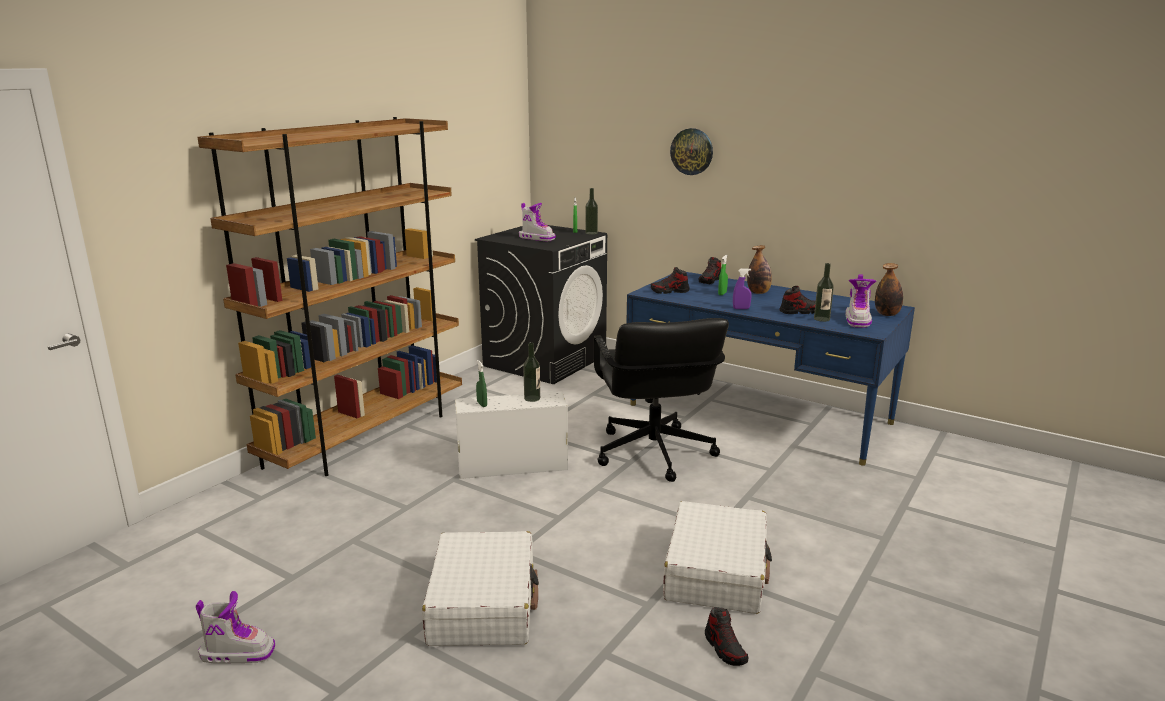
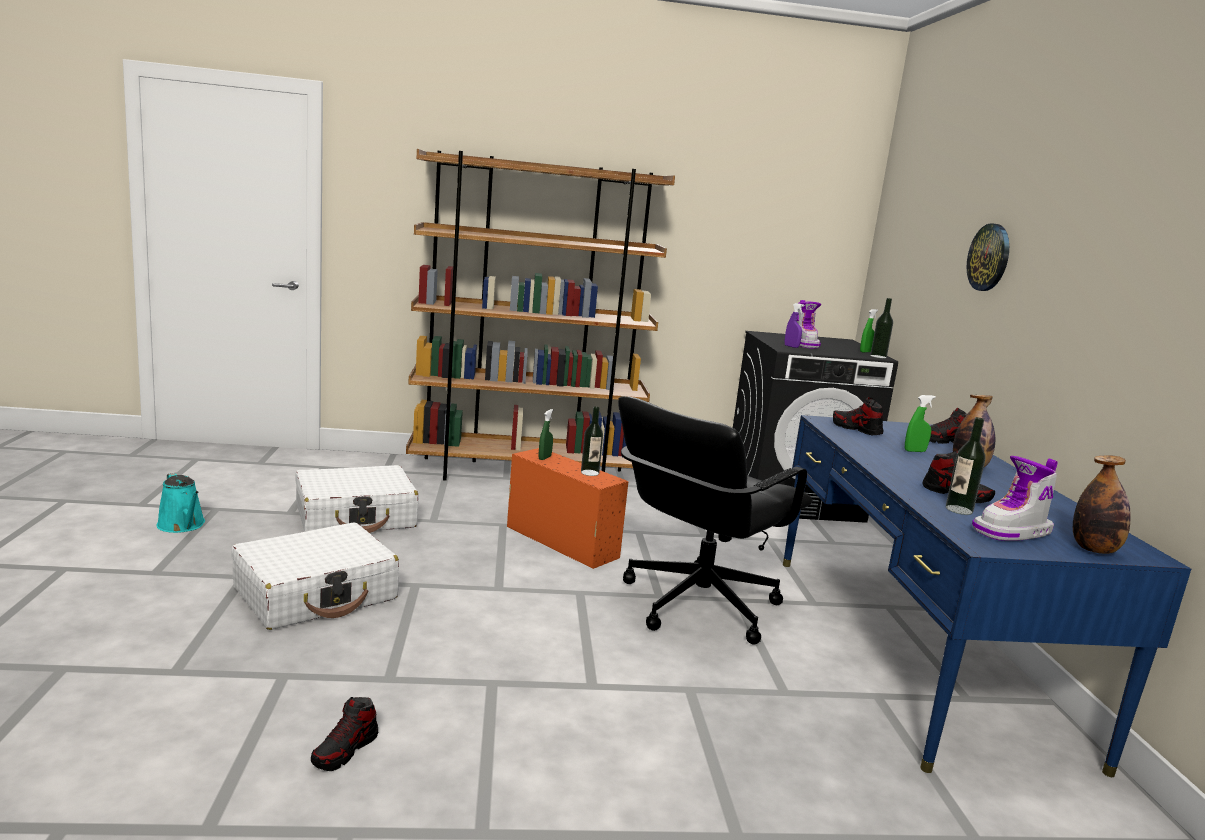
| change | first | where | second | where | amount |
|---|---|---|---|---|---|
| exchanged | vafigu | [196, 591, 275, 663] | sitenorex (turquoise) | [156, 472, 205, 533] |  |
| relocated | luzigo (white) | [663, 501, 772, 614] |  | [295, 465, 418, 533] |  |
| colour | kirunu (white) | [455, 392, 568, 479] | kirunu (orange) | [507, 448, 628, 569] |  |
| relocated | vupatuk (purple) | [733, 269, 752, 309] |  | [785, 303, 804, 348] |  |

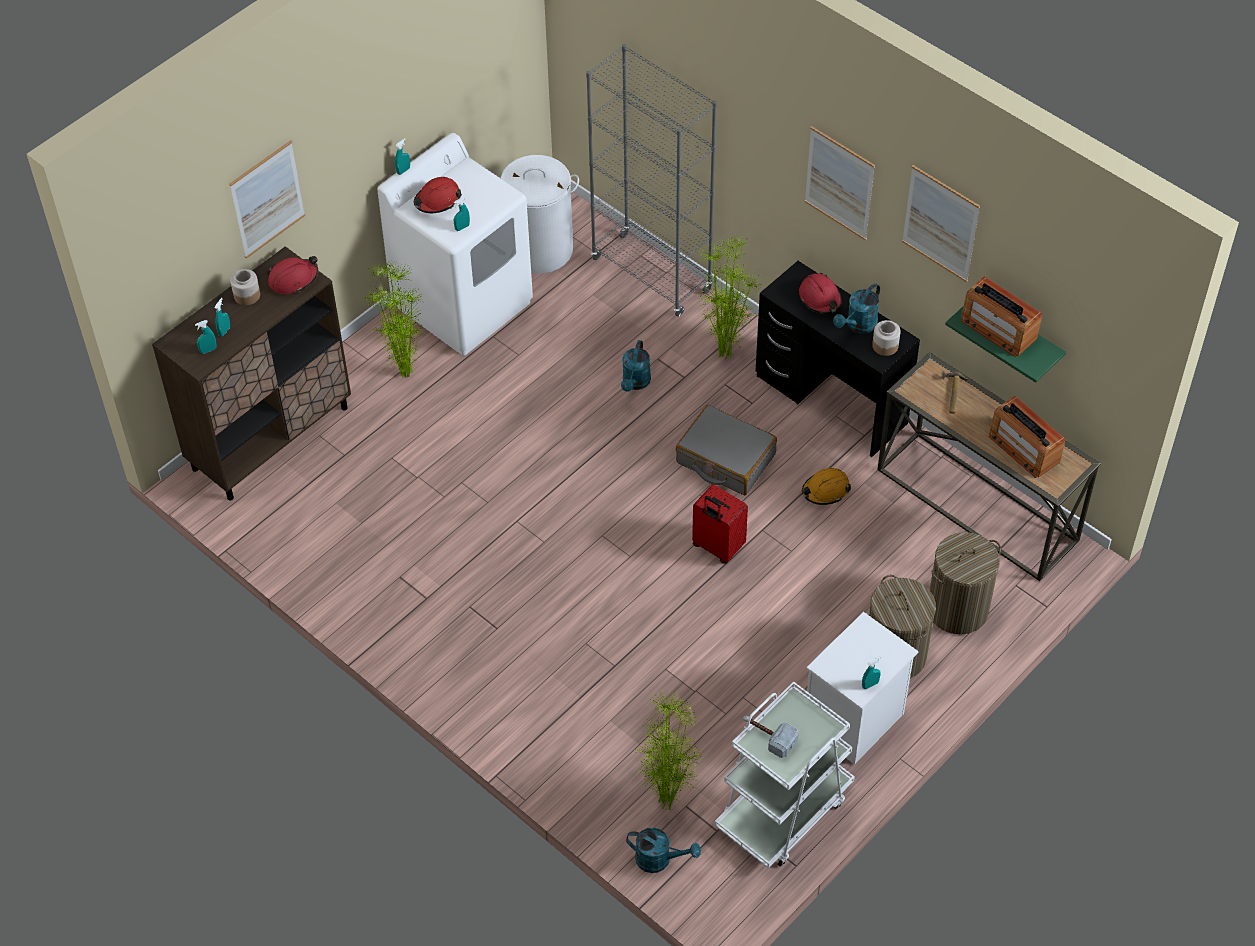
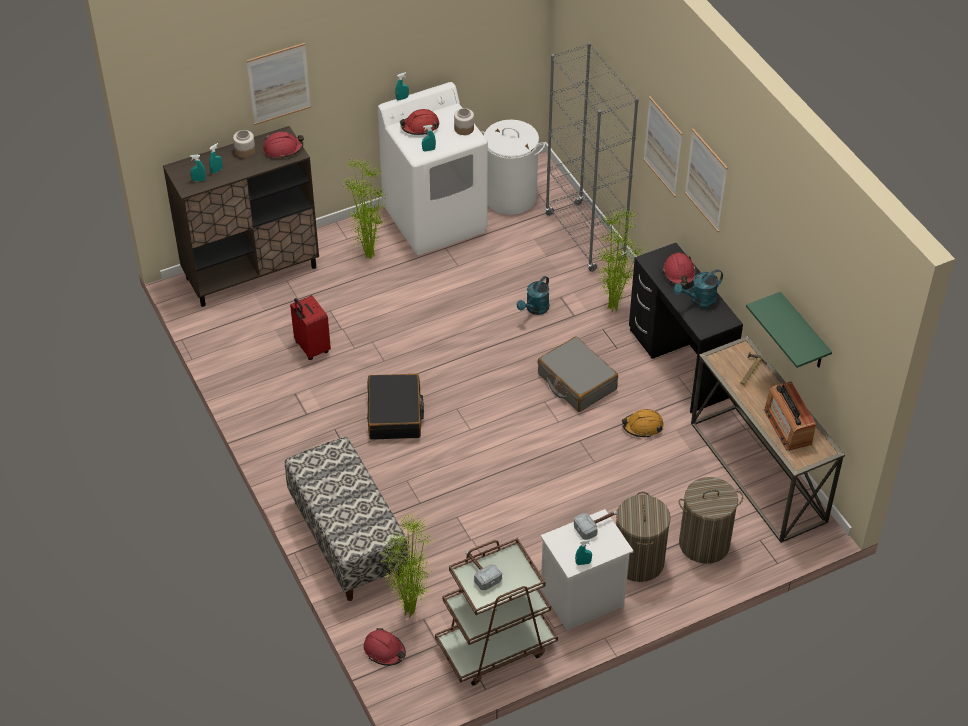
| change | first | where | second | where | amount |
|---|---|---|---|---|---|
| appeared |  |  | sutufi | [285, 437, 409, 601] |  |
| relocated | luzigo (red) | [692, 484, 748, 564] |  | [290, 295, 331, 360] |  |
| exchanged | sitenorex (turquoise) | [626, 827, 701, 873] | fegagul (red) | [363, 628, 406, 666] |  |
| appeared |  |  | luzigo (black) | [367, 373, 424, 440] |  |
| colour | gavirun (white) | [715, 681, 855, 868] | gavirun (brown) | [435, 538, 558, 686] |  |
| relocated | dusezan | [872, 320, 900, 356] |  | [454, 108, 474, 135] |  |
| appeared |  |  | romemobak | [574, 510, 618, 540] |  |
| relocated | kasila | [902, 165, 980, 283] |  | [643, 96, 683, 197] |  |
| missing | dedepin | [961, 276, 1042, 357] |  |  |  |

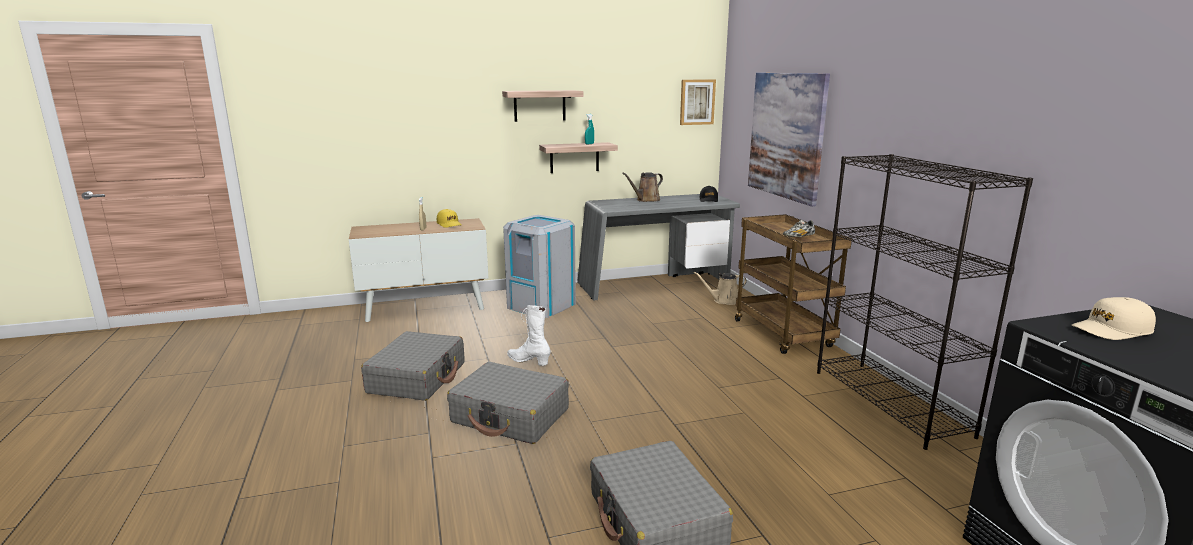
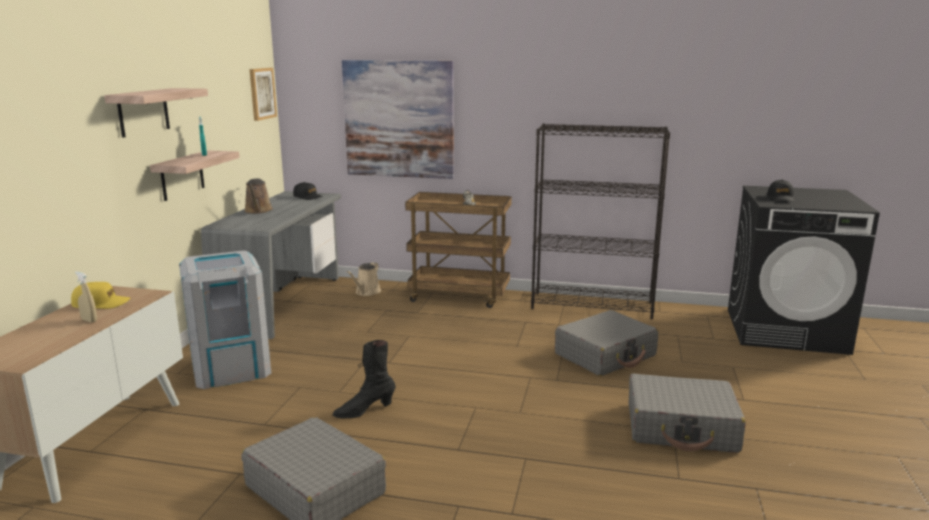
| change | first | where | second | where | amount |
|---|---|---|---|---|---|
| colour | vafigu (white) | [507, 305, 551, 366] | vafigu (black) | [333, 340, 396, 419] |  |
| relocated | luzigo (grey) | [447, 362, 569, 444] |  | [555, 310, 658, 376] |  |
| colour | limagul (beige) | [1072, 297, 1156, 340] | limagul (black) | [767, 180, 794, 202] |  |

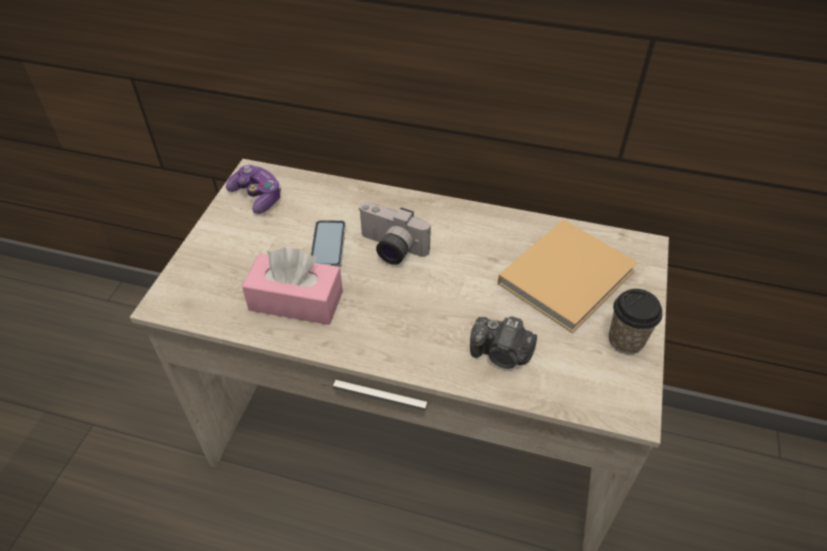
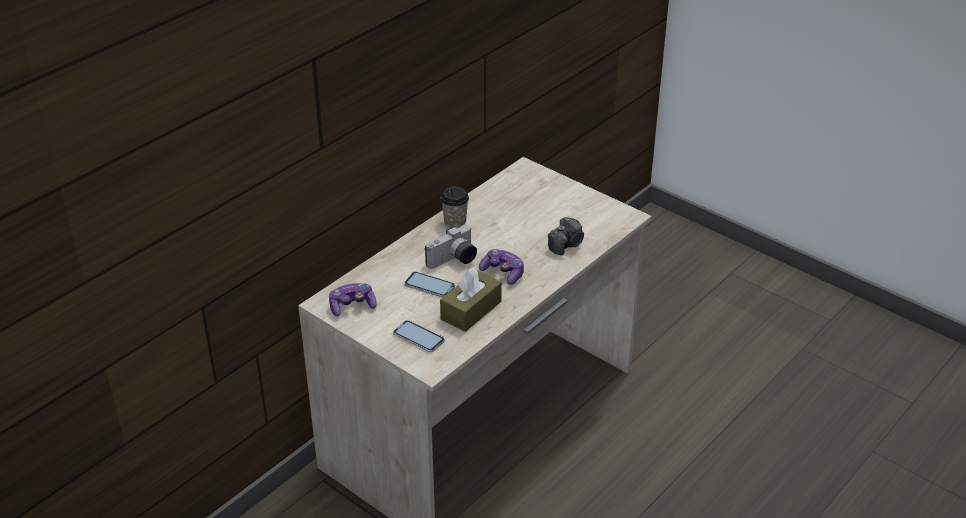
| change | first | where | second | where | amount |
|---|---|---|---|---|---|
| appeared |  |  | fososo | [393, 320, 445, 352] |  |
| colour | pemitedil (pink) | [242, 248, 343, 325] | pemitedil (brown) | [440, 268, 502, 332] |  |
| relocated | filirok | [609, 289, 662, 354] |  | [441, 187, 469, 228] |  |
| appeared |  |  | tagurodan | [479, 249, 524, 285] |  |
| missing | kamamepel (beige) | [498, 219, 638, 333] |  |  |  |

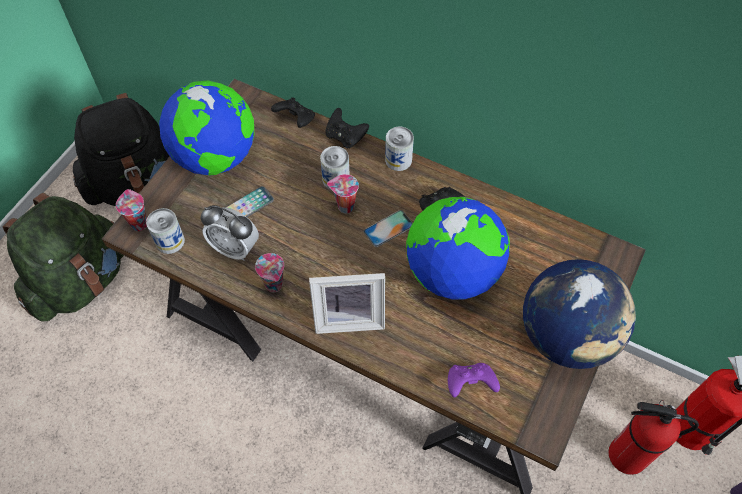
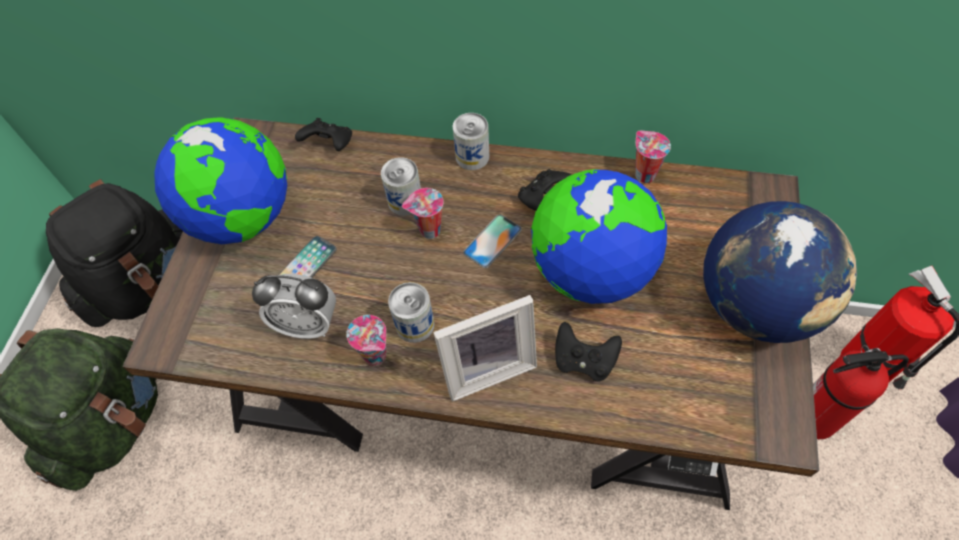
| change | first | where | second | where | amount |
|---|---|---|---|---|---|
| relocated | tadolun | [146, 208, 185, 254] |  | [388, 282, 435, 343] |  |
| relocated | tagurodan (black) | [325, 108, 369, 149] |  | [555, 322, 622, 382] |  |
| relocated | filirok | [116, 189, 147, 231] |  | [635, 131, 671, 183] |  |
| missing | tagurodan (purple) | [448, 363, 500, 398] |  |  |  |

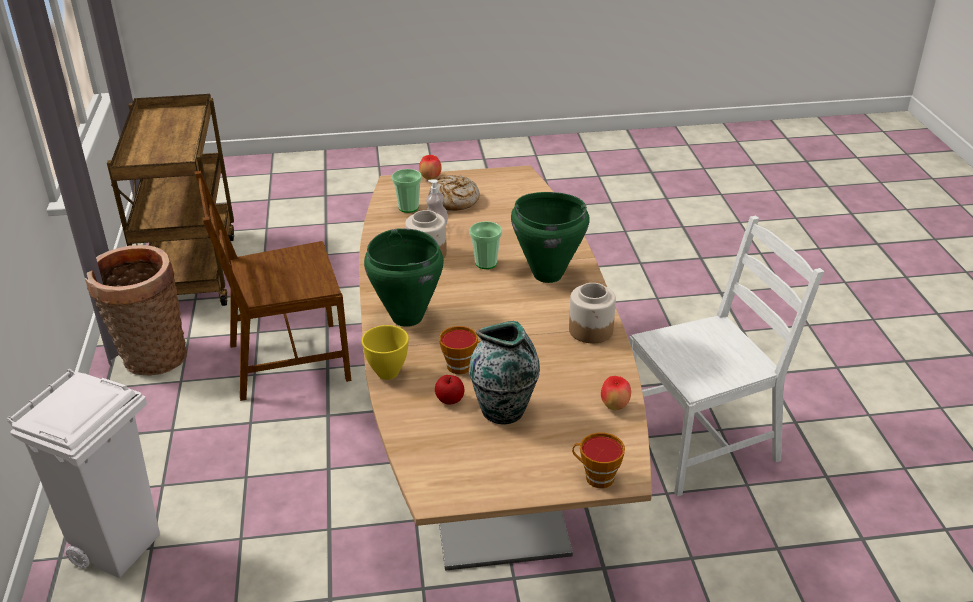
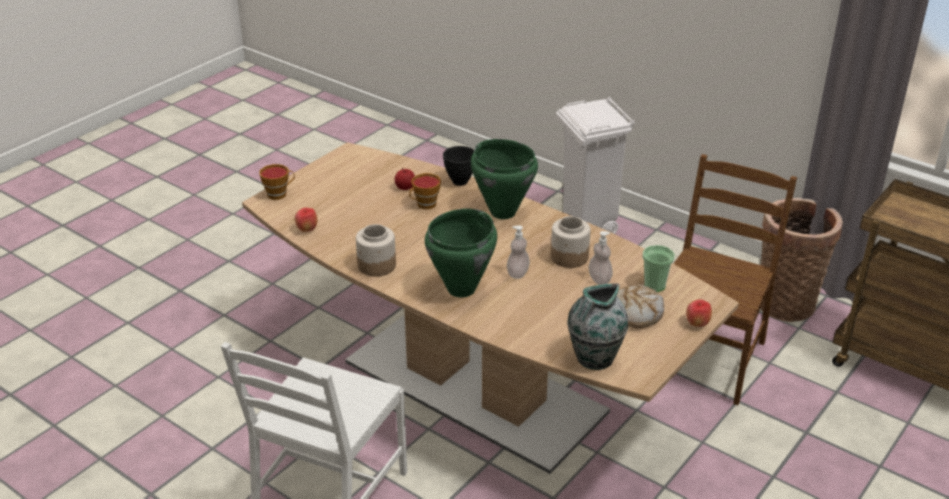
| change | first | where | second | where | amount |
|---|---|---|---|---|---|
| colour | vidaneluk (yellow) | [362, 325, 409, 380] | vidaneluk (black) | [443, 146, 474, 186] |  |
| exchanged | filirok | [469, 221, 502, 269] | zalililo | [507, 225, 530, 279] |  |
| relocated | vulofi | [469, 321, 540, 424] |  | [567, 283, 628, 370] |  |

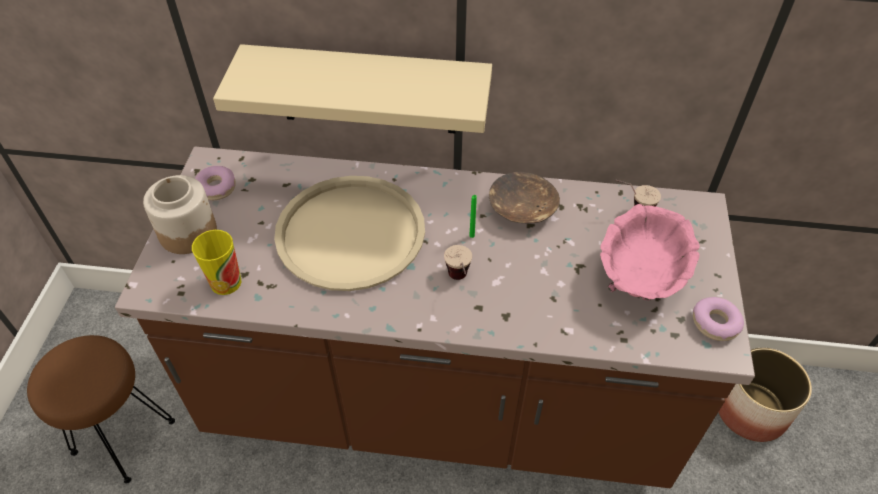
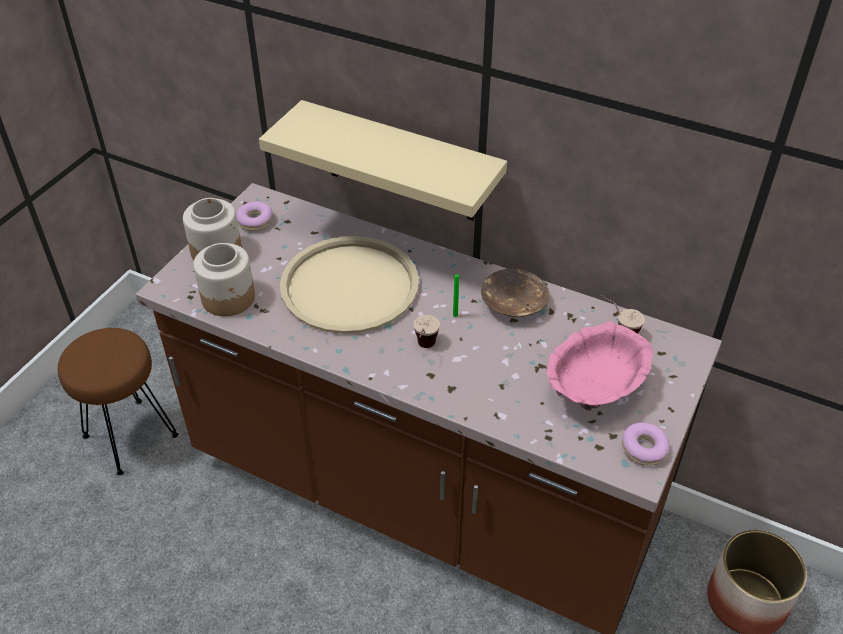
| change | first | where | second | where | amount |
|---|---|---|---|---|---|
| exchanged | filirok | [192, 230, 241, 295] | dusezan | [193, 243, 255, 316] |  |

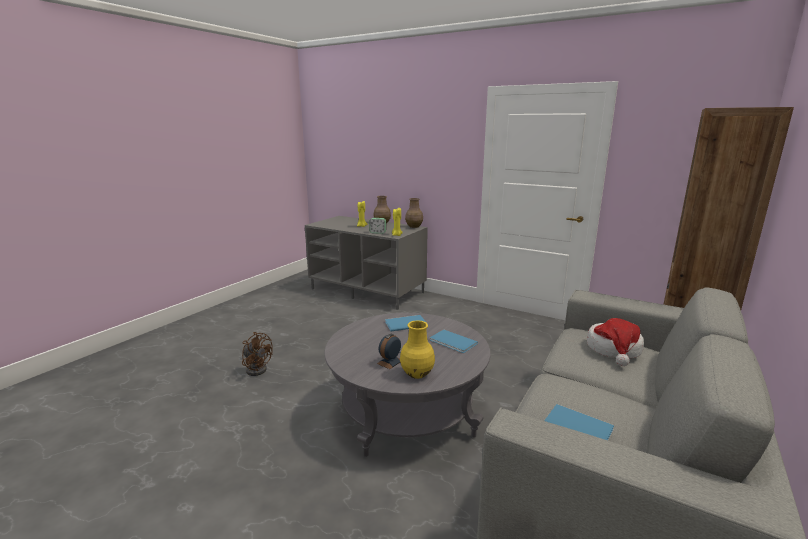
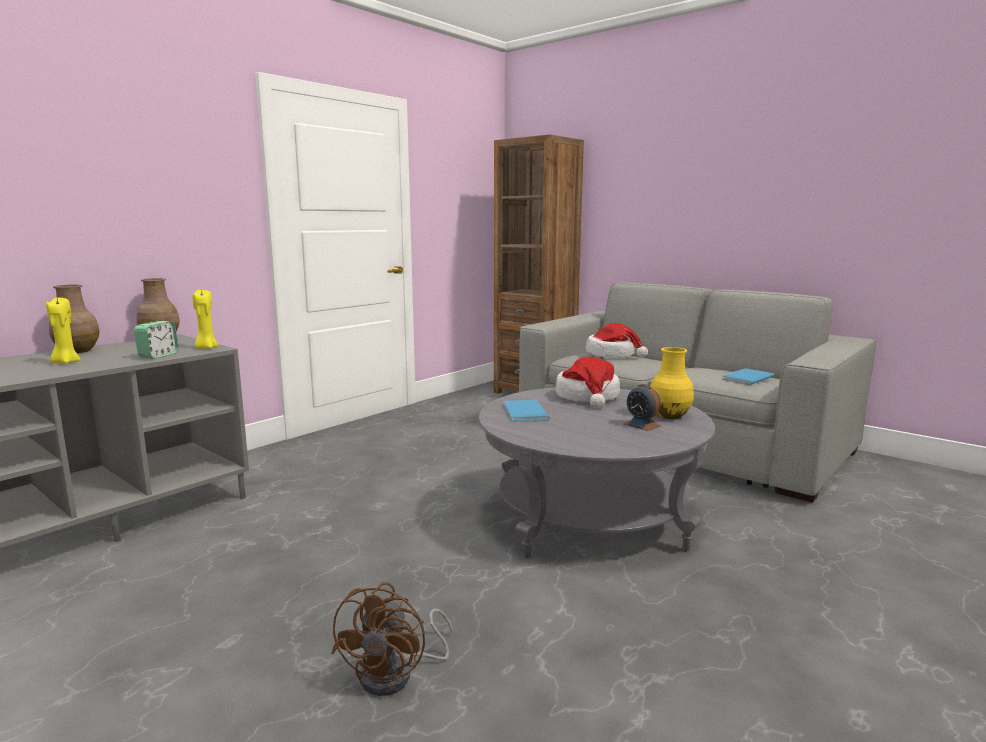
| change | first | where | second | where | amount |
|---|---|---|---|---|---|
| spun | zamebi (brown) | [242, 332, 273, 376] |  | [331, 582, 453, 696] | 150 degrees clockwise |
| exchanged | kamamepel (blue) | [430, 330, 478, 353] | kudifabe | [556, 357, 620, 409] |  |

